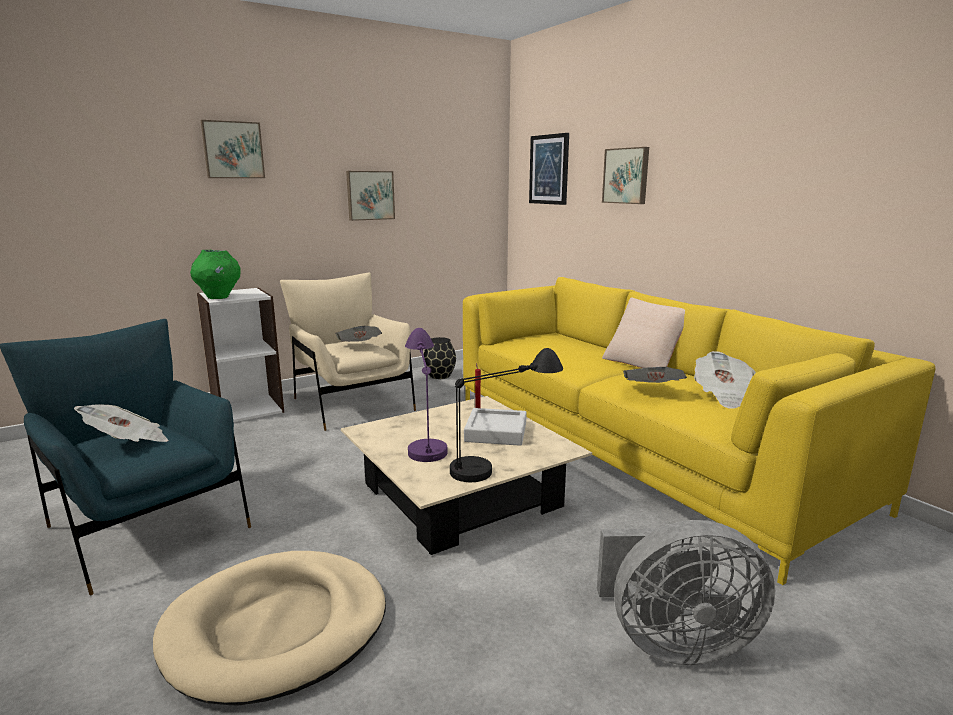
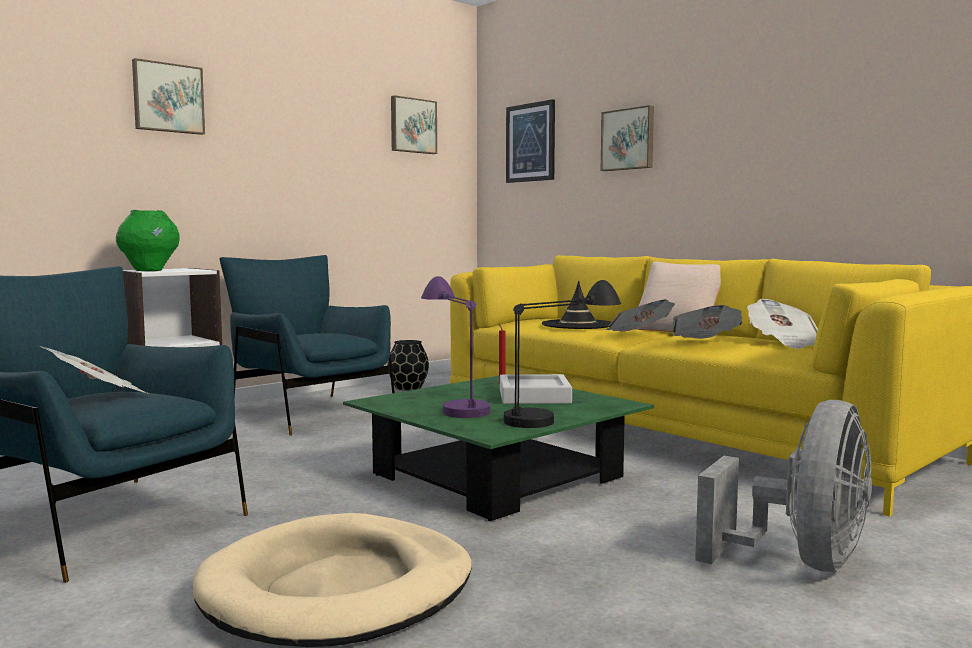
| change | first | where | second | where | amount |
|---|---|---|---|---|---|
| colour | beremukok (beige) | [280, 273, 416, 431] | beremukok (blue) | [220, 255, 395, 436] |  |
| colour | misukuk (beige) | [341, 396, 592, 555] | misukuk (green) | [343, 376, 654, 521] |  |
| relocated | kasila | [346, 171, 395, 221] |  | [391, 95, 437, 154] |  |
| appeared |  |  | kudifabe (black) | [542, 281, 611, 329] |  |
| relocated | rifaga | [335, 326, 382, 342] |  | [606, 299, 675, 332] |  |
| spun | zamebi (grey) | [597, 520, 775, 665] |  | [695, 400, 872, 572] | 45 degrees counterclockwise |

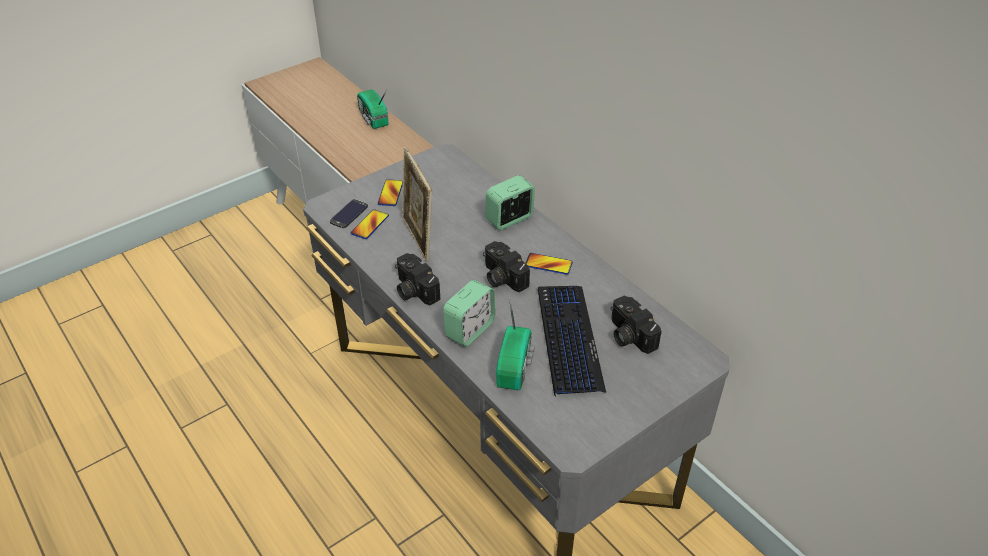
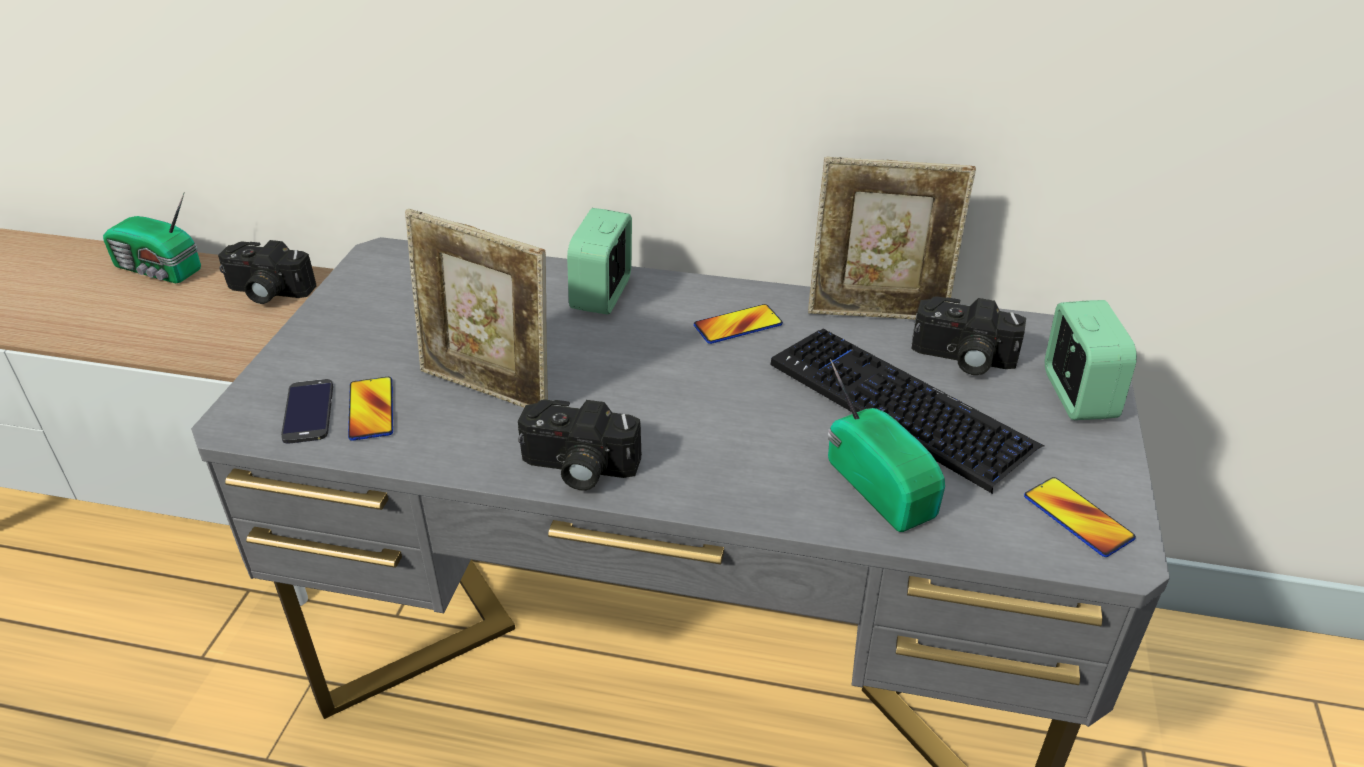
| change | first | where | second | where | amount |
|---|---|---|---|---|---|
| relocated | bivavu | [483, 241, 530, 292] |  | [218, 240, 316, 304] |  |
| appeared |  |  | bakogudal | [808, 157, 976, 320] |  |
| relocated | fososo | [378, 179, 403, 206] |  | [1024, 477, 1136, 557] |  |
| relocated | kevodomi | [443, 280, 495, 347] |  | [1045, 300, 1137, 420] |  |

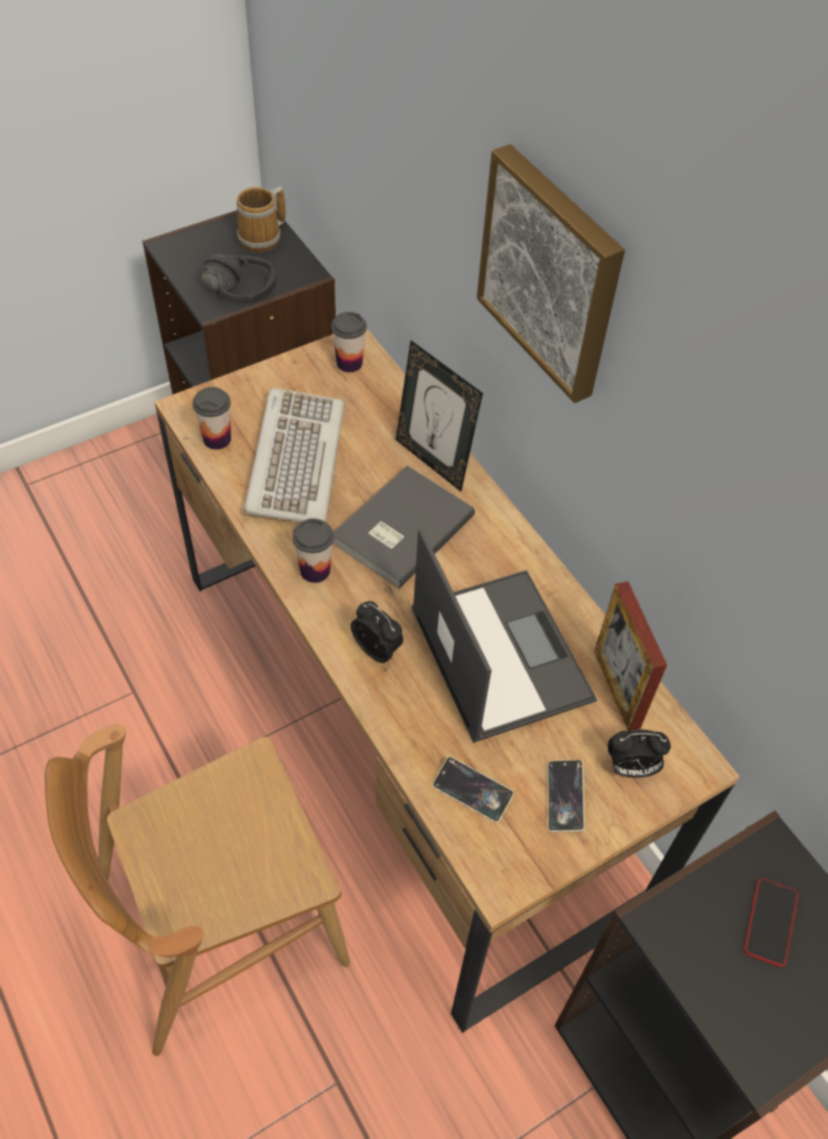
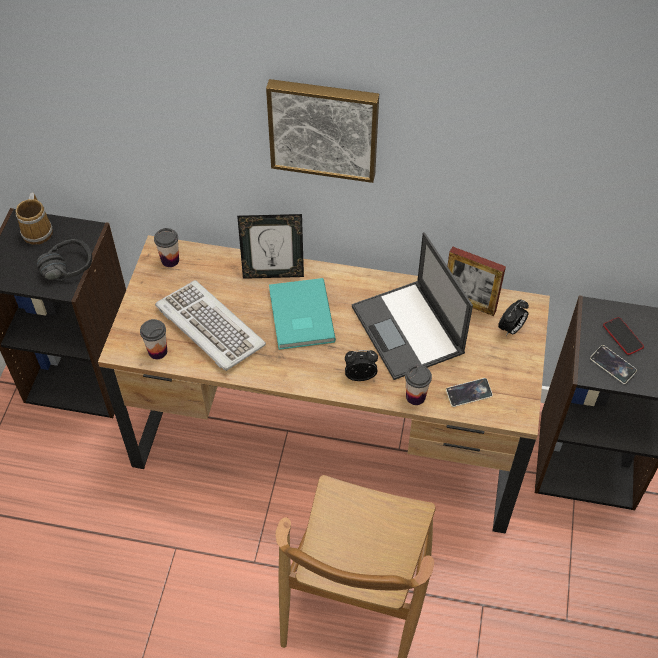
| change | first | where | second | where | amount |
|---|---|---|---|---|---|
| colour | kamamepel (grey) | [332, 466, 475, 589] | kamamepel (turquoise) | [269, 278, 336, 350] |  |
| spun | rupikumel | [412, 527, 597, 743] |  | [352, 232, 473, 380] | 135 degrees counterclockwise |
| relocated | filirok | [292, 519, 334, 583] |  | [405, 365, 432, 405] |  |
| relocated | fososo | [547, 760, 585, 832] |  | [590, 345, 637, 384] |  |

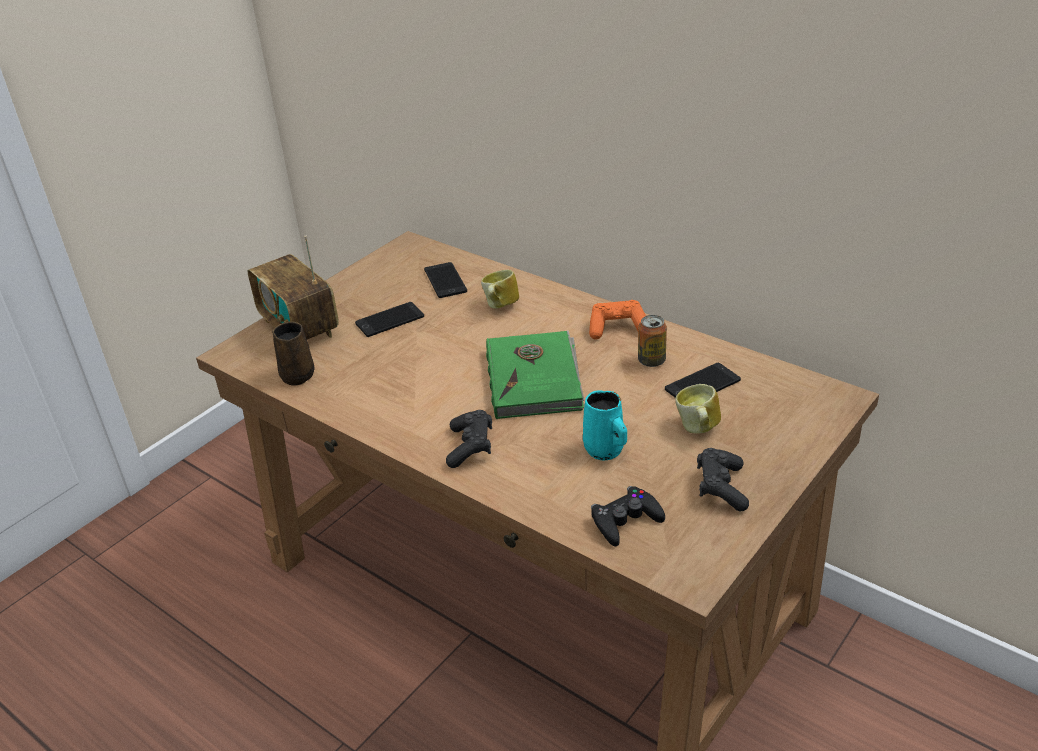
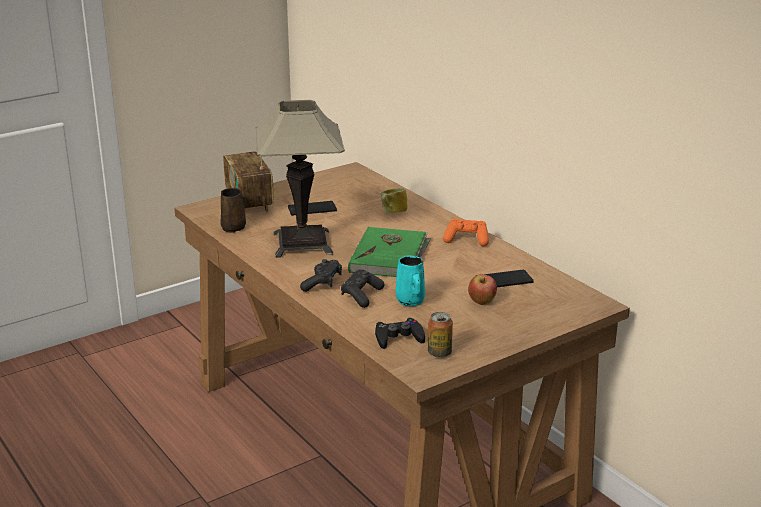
| change | first | where | second | where | amount |
|---|---|---|---|---|---|
| appeared |  |  | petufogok | [256, 100, 345, 258] |  |
| relocated | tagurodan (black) | [697, 448, 749, 511] |  | [341, 269, 384, 308] |  |
| relocated | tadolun | [638, 315, 667, 367] |  | [428, 312, 453, 358] |  |
| exchanged | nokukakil | [675, 384, 721, 434] | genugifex | [468, 274, 497, 305] |  |
| missing | fososo | [424, 262, 467, 298] |  |  |  |

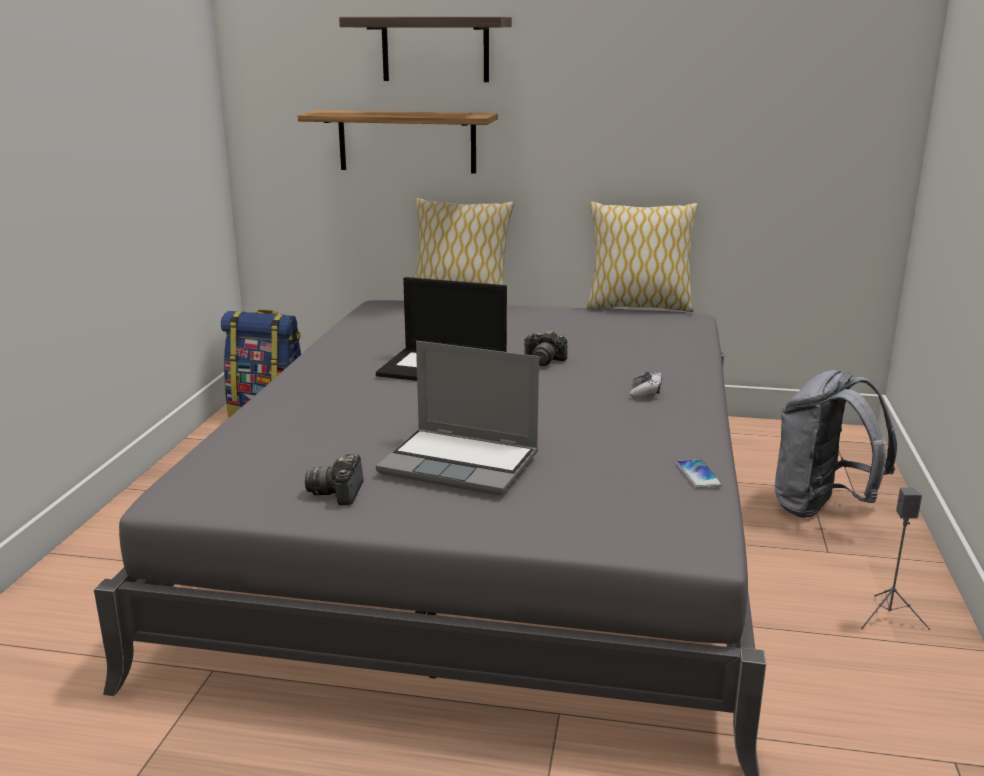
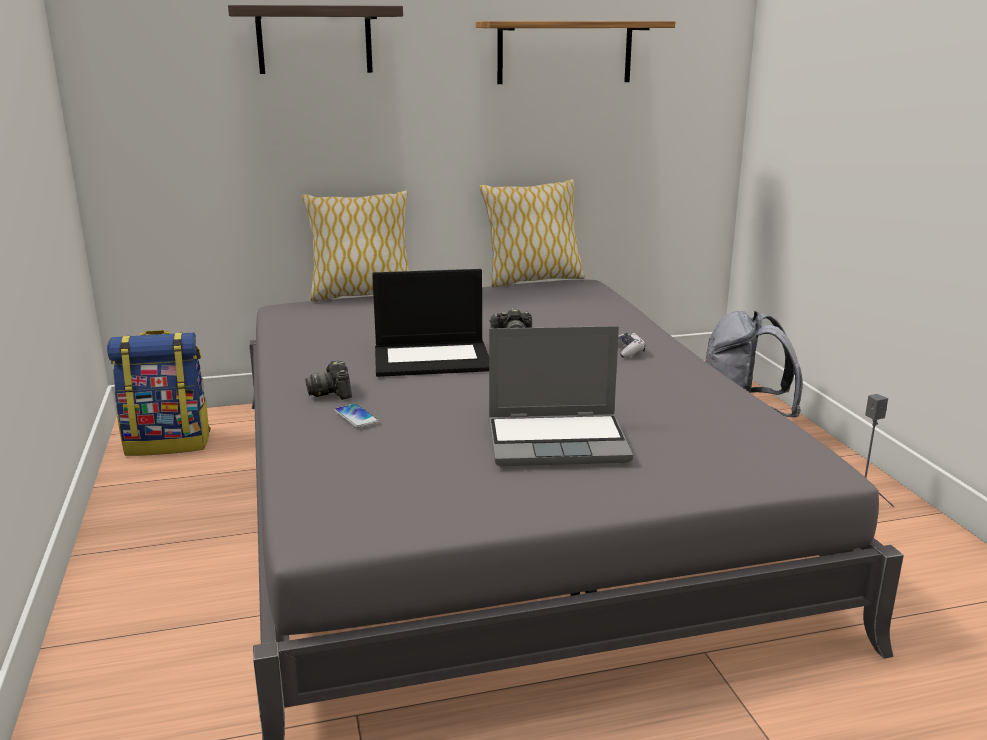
| change | first | where | second | where | amount |
|---|---|---|---|---|---|
| relocated | bivavu | [305, 454, 364, 505] |  | [305, 361, 352, 400] |  |
| relocated | fososo | [676, 459, 722, 488] |  | [334, 404, 379, 428] |  |
| relocated | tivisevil | [298, 110, 498, 174] |  | [476, 21, 675, 84] |  |

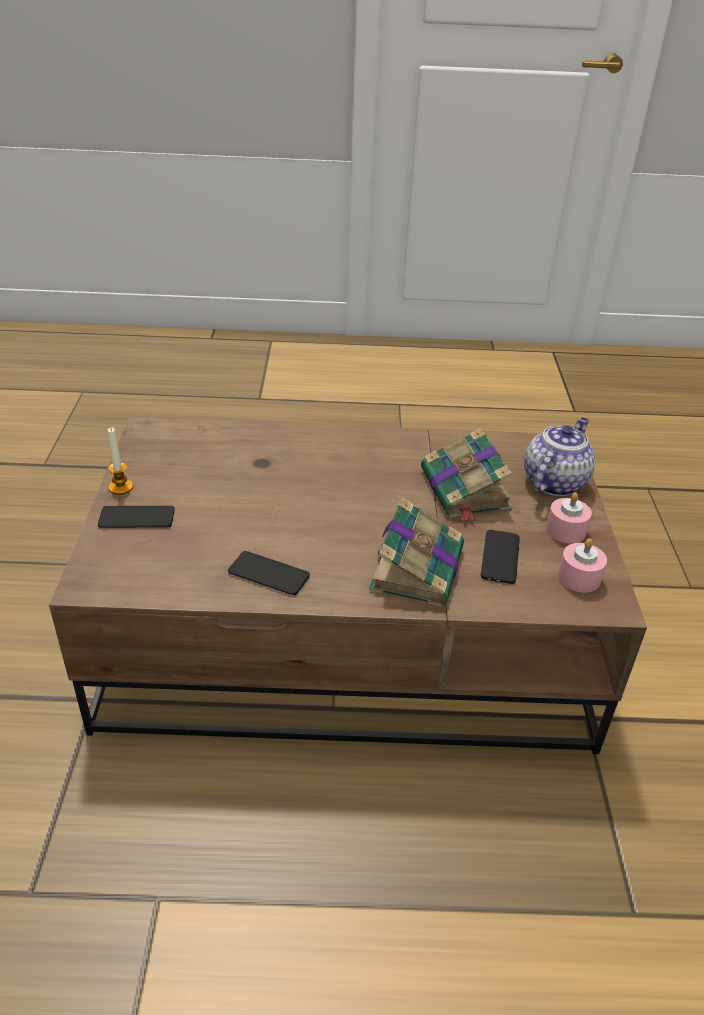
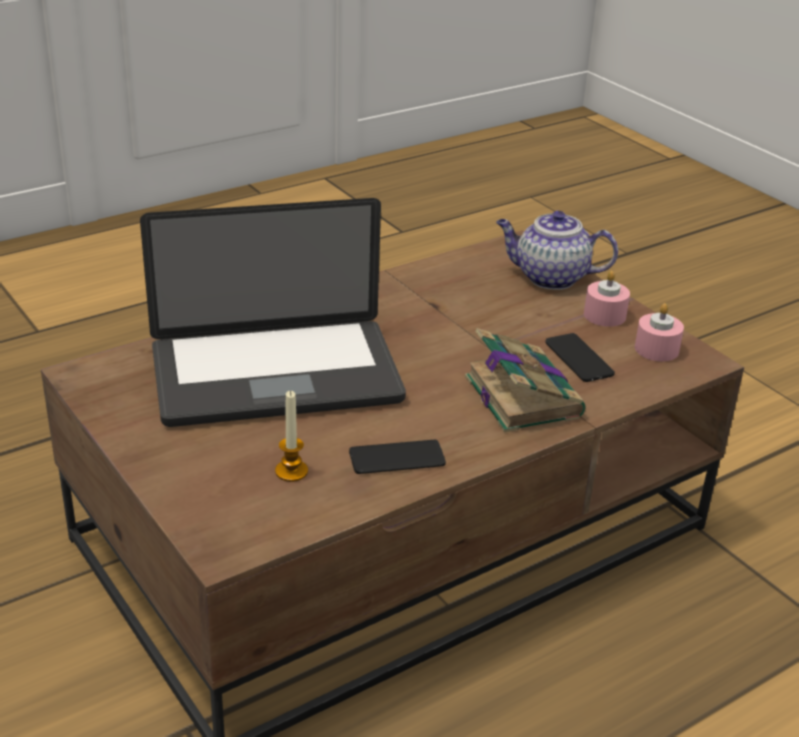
| change | first | where | second | where | amount |
|---|---|---|---|---|---|
| appeared |  |  | rupikumel | [140, 198, 406, 427] |  |
| relocated | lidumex | [108, 427, 133, 495] |  | [275, 391, 308, 482] |  |
| spun | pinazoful | [524, 417, 596, 496] |  | [496, 211, 618, 290] | 75 degrees counterclockwise |
| missing | fososo | [98, 506, 175, 528] |  |  |  |
| missing | kamamepel | [421, 427, 512, 522] |  |  |  |

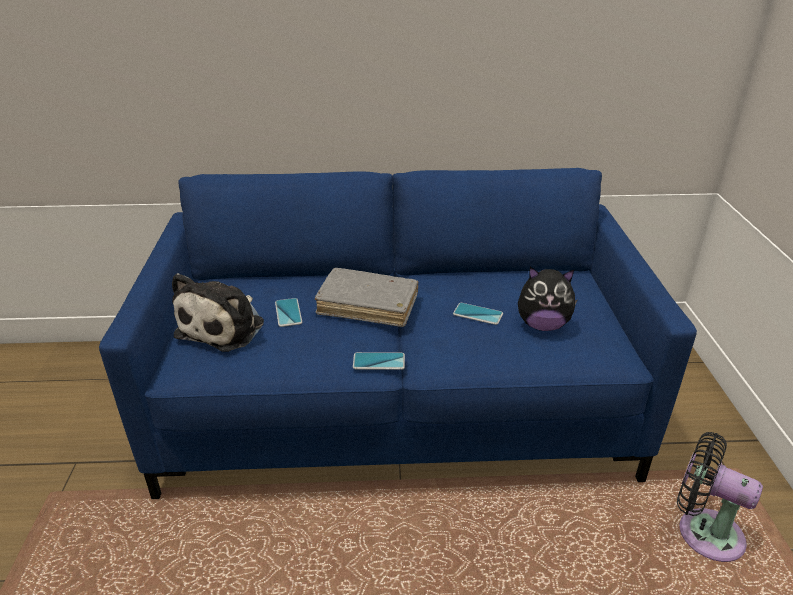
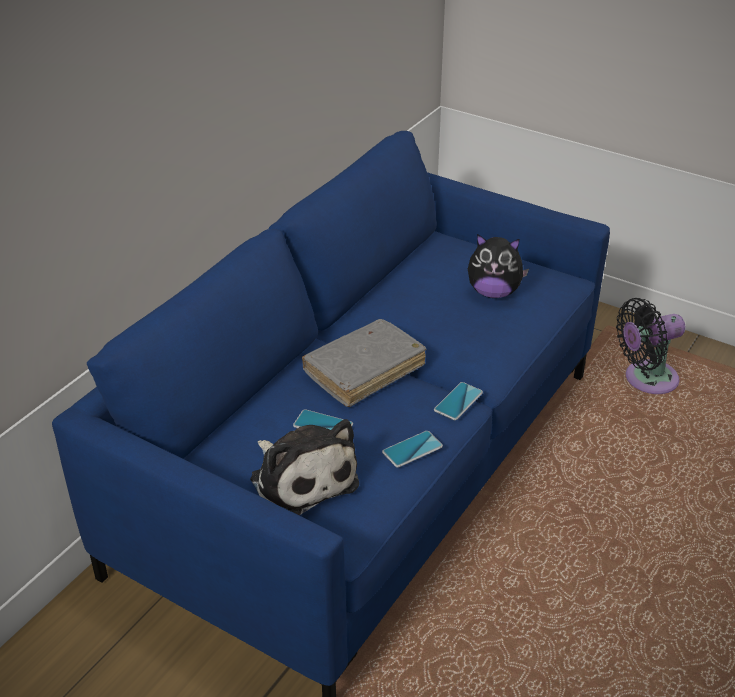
| change | first | where | second | where | amount |
|---|---|---|---|---|---|
| relocated | fososo | [453, 303, 503, 325] |  | [382, 431, 443, 468] |  |
| spun | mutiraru | [518, 267, 577, 331] |  | [468, 234, 529, 298] | 60 degrees clockwise |

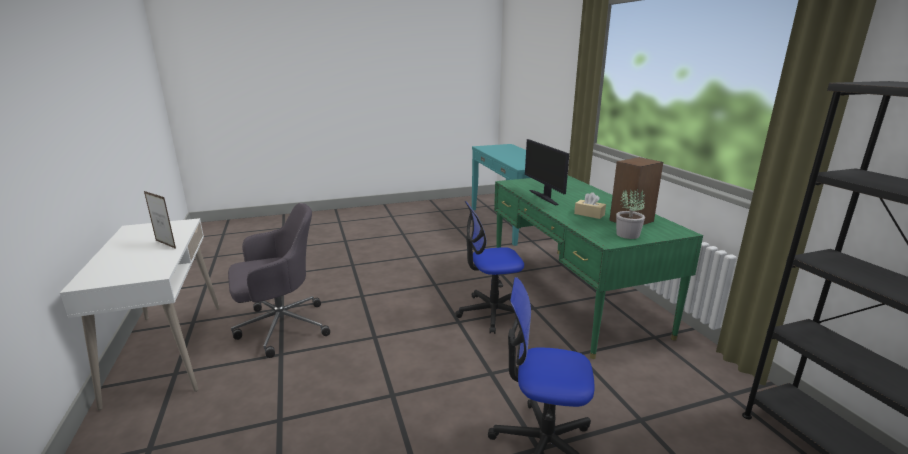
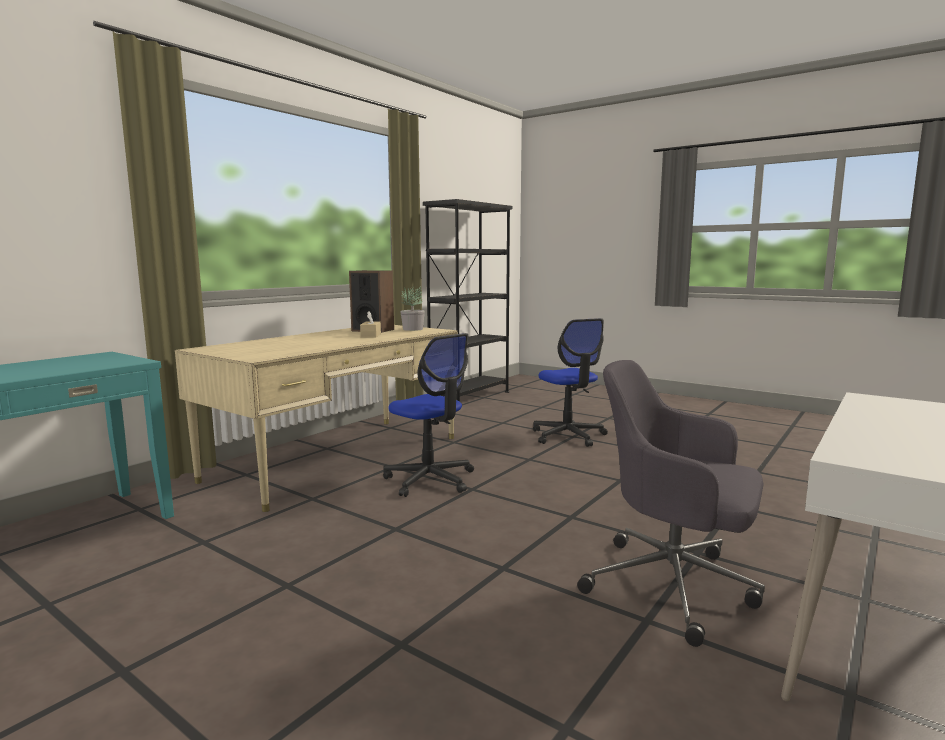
| change | first | where | second | where | amount |
|---|---|---|---|---|---|
| colour | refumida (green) | [494, 175, 703, 359] | refumida (beige) | [175, 325, 458, 512] |  |
| missing | bakogudal | [144, 191, 176, 249] |  |  |  |
| missing | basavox | [525, 139, 569, 205] |  |  |  |

